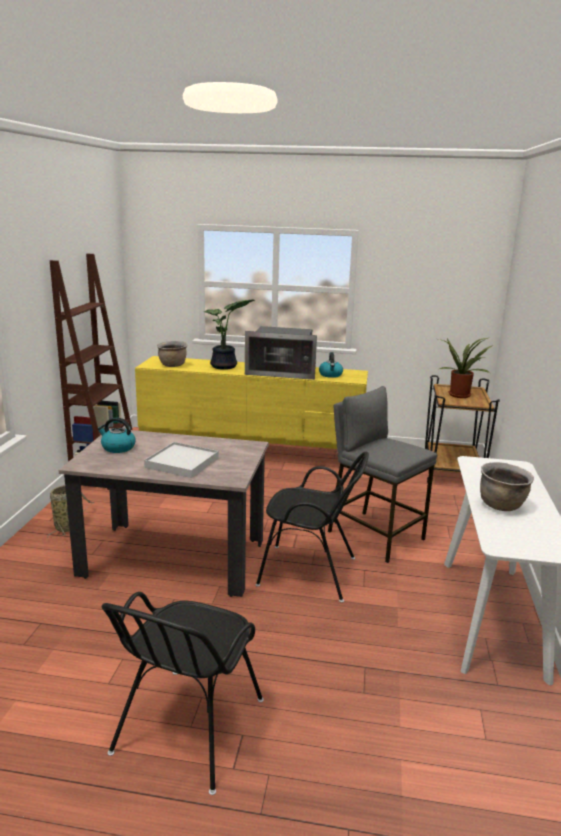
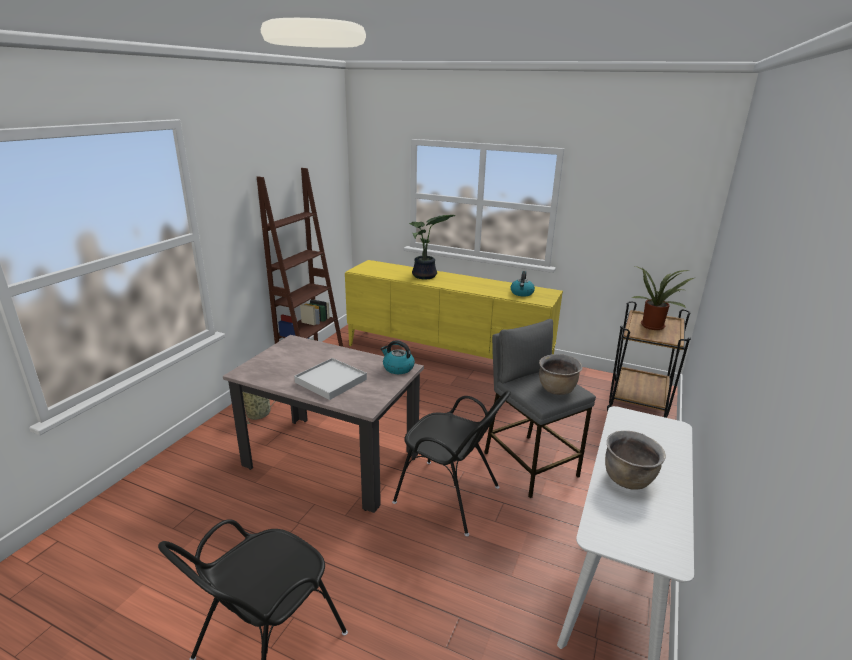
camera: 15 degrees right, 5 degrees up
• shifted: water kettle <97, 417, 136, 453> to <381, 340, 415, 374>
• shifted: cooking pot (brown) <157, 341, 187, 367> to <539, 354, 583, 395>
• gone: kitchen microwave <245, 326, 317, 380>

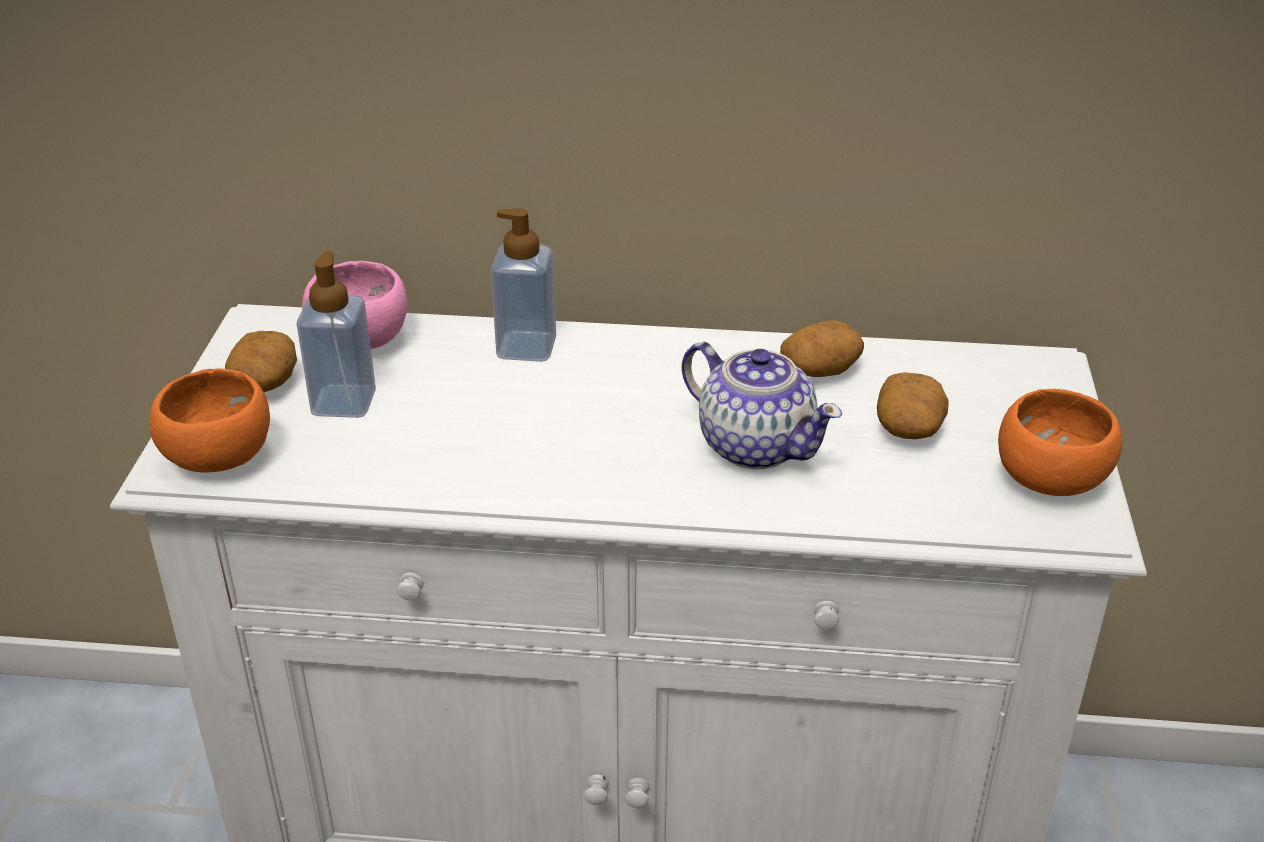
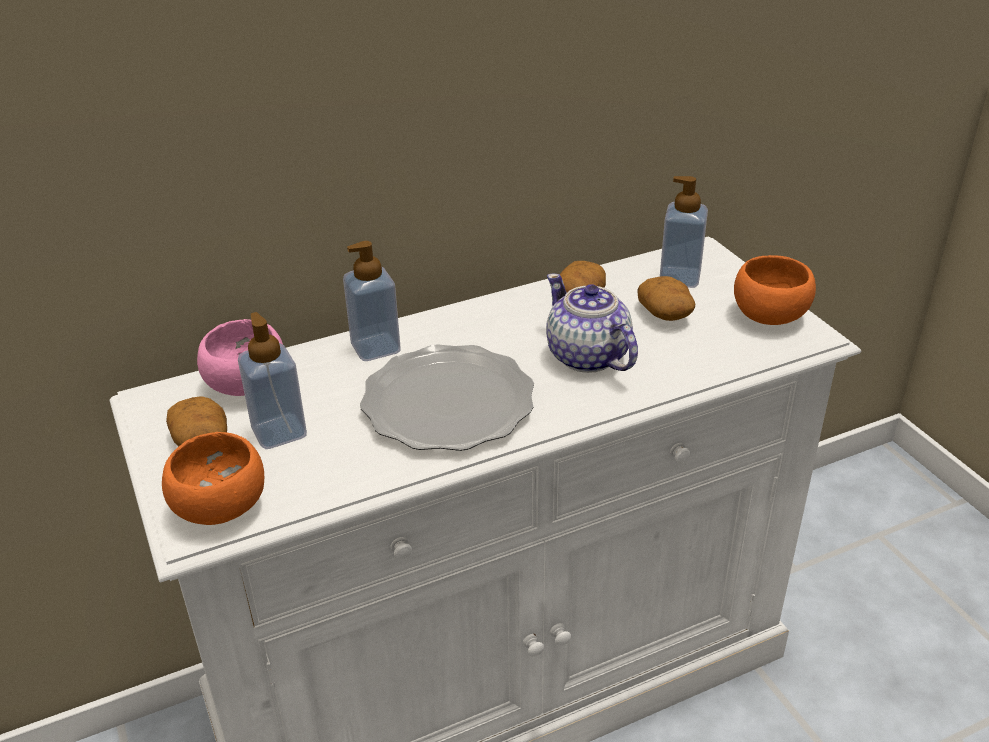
camera: 30 degrees left, 0 degrees up
• rotated: tea pot <682, 342, 842, 469> = <546, 274, 638, 373> 135 degrees counterclockwise
• new: flat dish <360, 344, 534, 451>
• new: liquid soap bottle <660, 176, 708, 288>

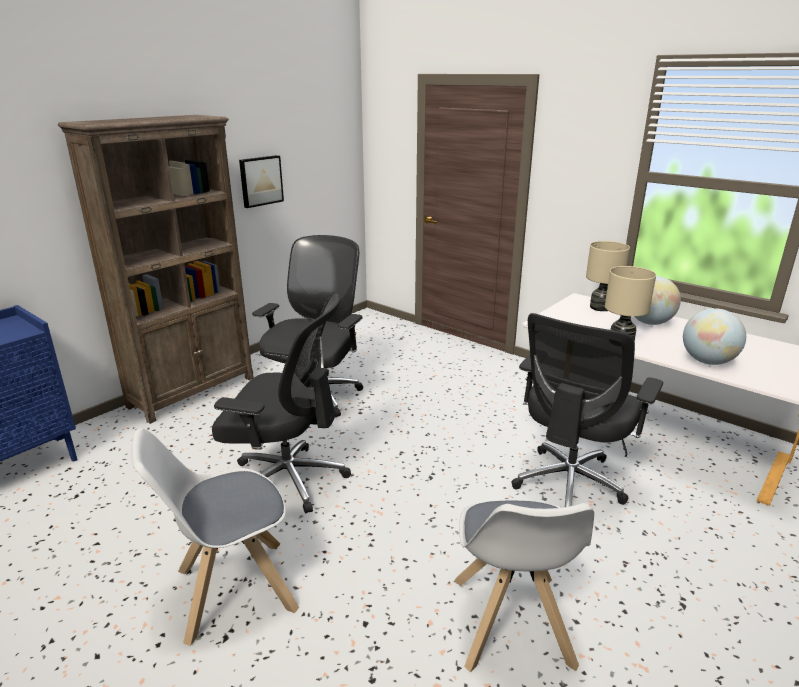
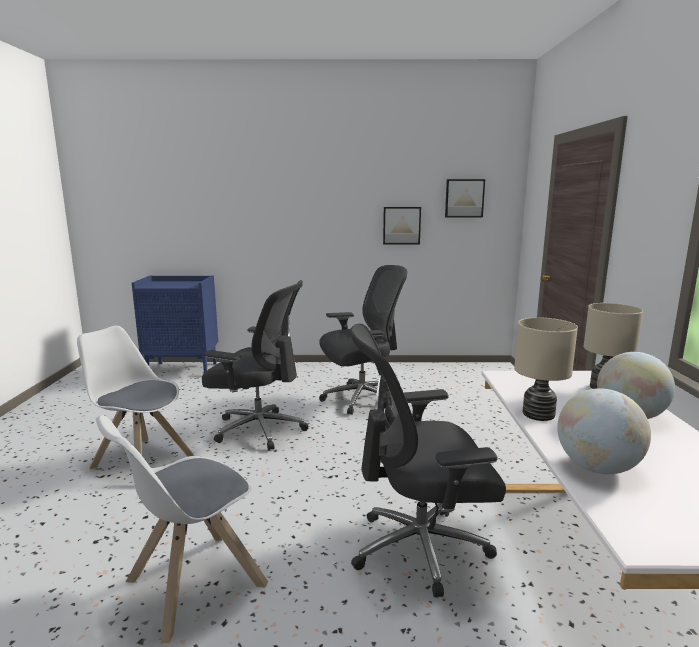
camera: 50 degrees right, 10 degrees down
• gone: bookcase (brown) <58, 115, 254, 424>
• rotated: office chair <212, 292, 351, 513> = <202, 280, 308, 450> 45 degrees counterclockwise
• new: wall art <445, 179, 485, 218>

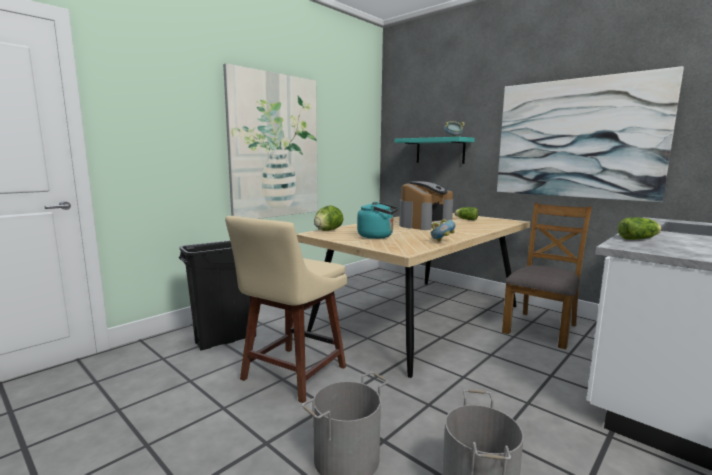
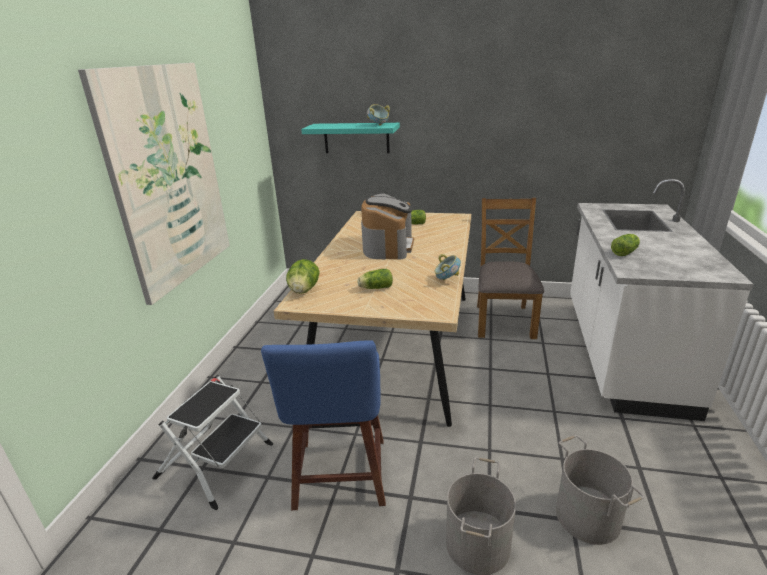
camera: 30 degrees left, 15 degrees up
• swapped: rubbish bin (black) <179, 240, 256, 350> to step ladder <152, 375, 273, 510>
• repainted: stool (beige-coloured) <225, 216, 347, 403> to stool (blue-coloured) <261, 340, 386, 510>
• swapped: water kettle (turquoise-coloured) <357, 202, 398, 239> to head of lettuce <357, 269, 393, 289>
• gone: wall art <497, 66, 684, 203>

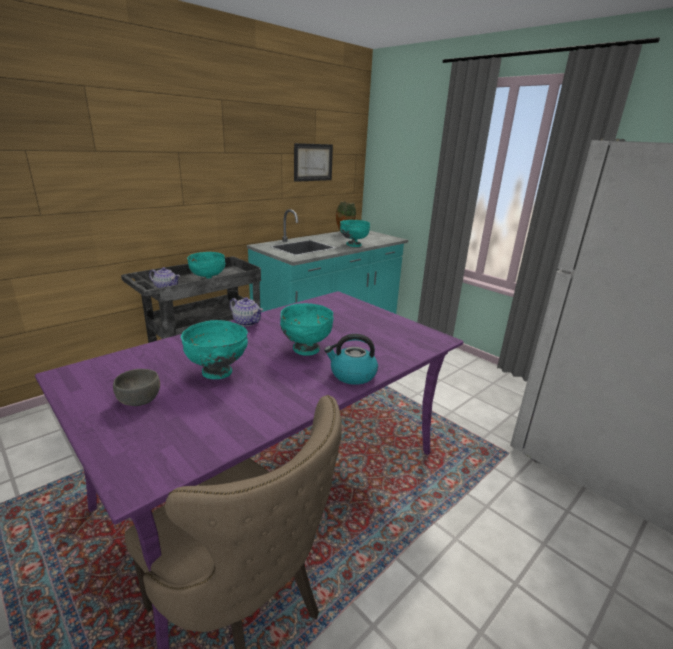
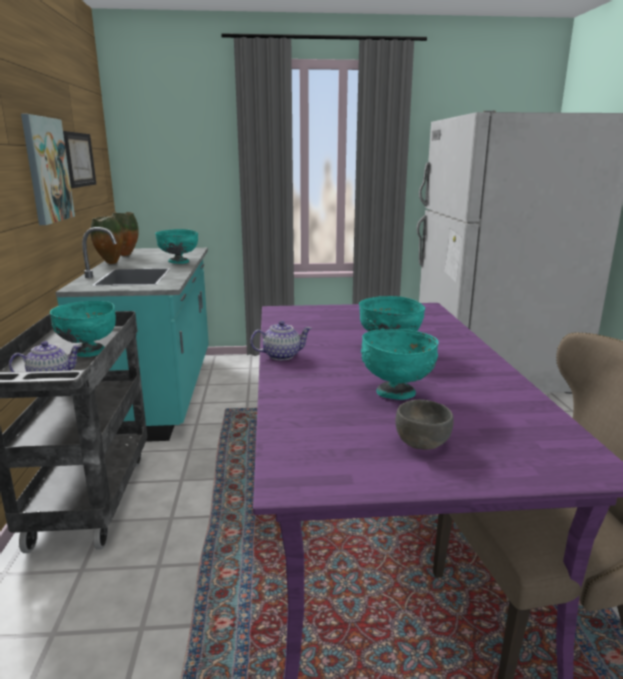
camera: 50 degrees left, 5 degrees down
• gone: water kettle <324, 334, 378, 385>
• new: wall art <21, 114, 75, 225>
• new: flower vase <90, 216, 123, 264>

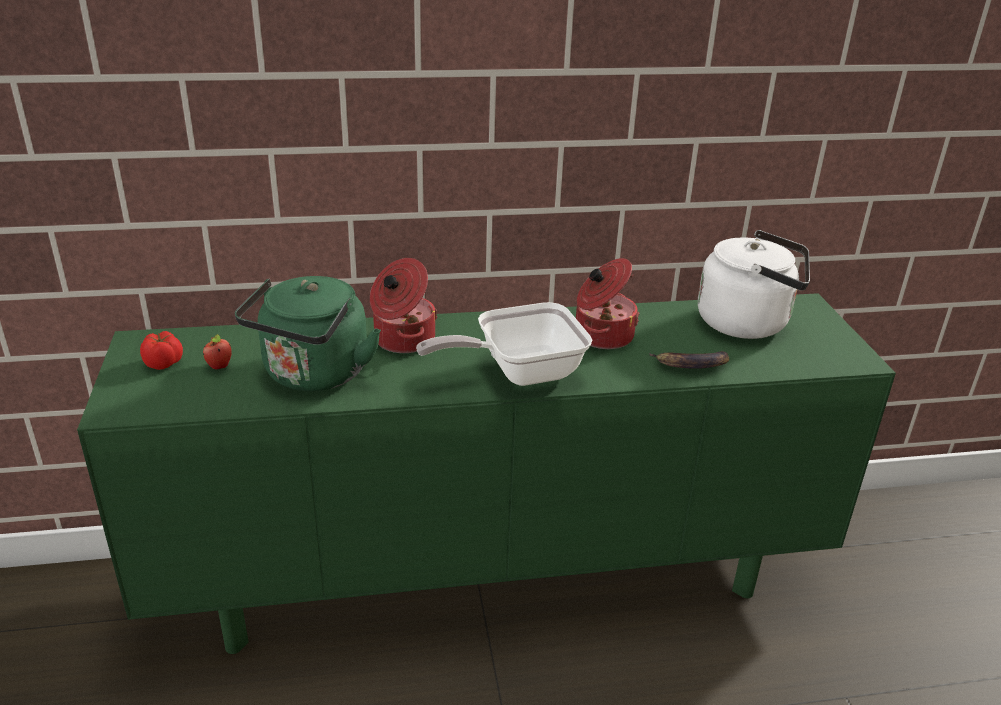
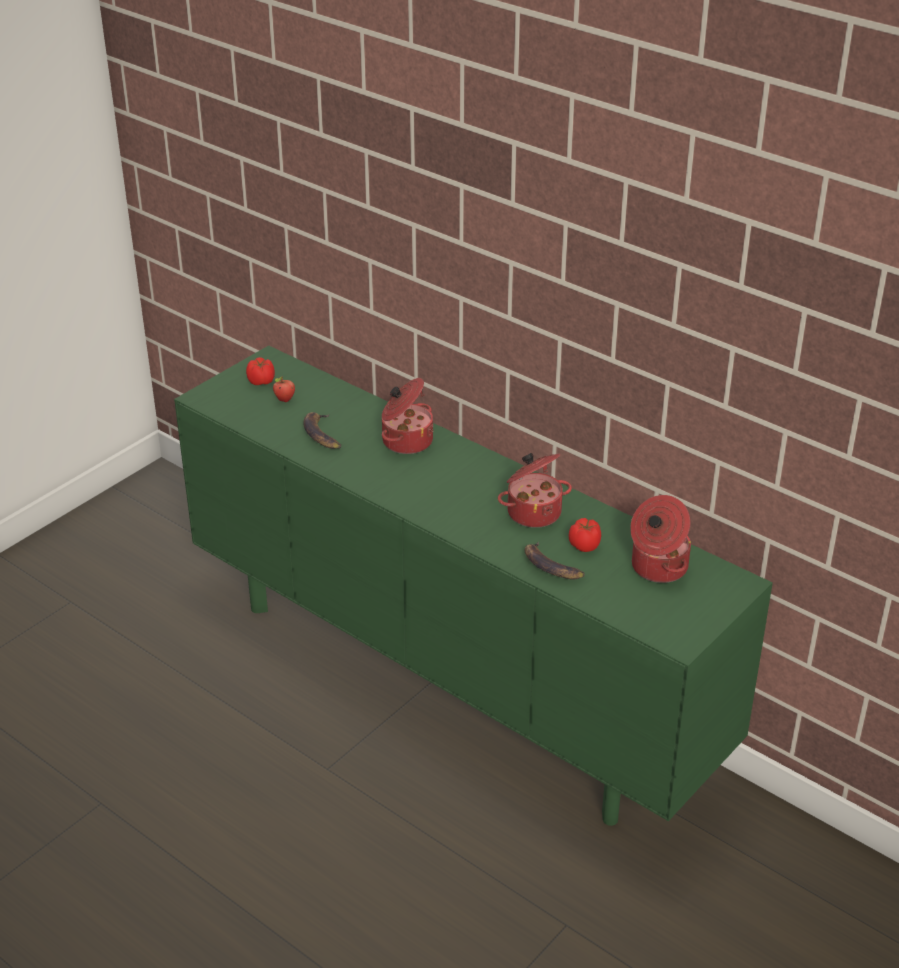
camera: 50 degrees right, 5 degrees up
• swapped: water kettle (green) <235, 276, 381, 391> to banana <303, 412, 341, 449>
• gone: pan <416, 302, 592, 386>
• swapped: water kettle (white) <698, 230, 810, 339> to cooking pot <630, 495, 691, 583>
• new: whole tomato <569, 518, 601, 552>

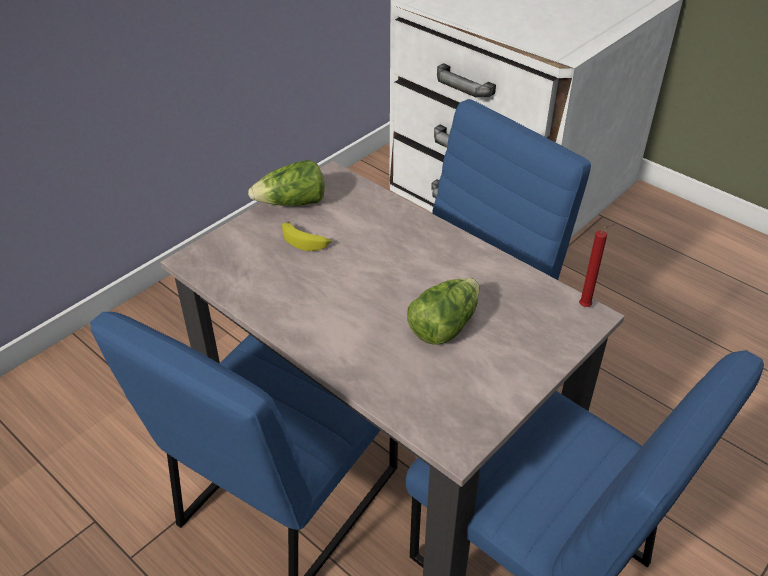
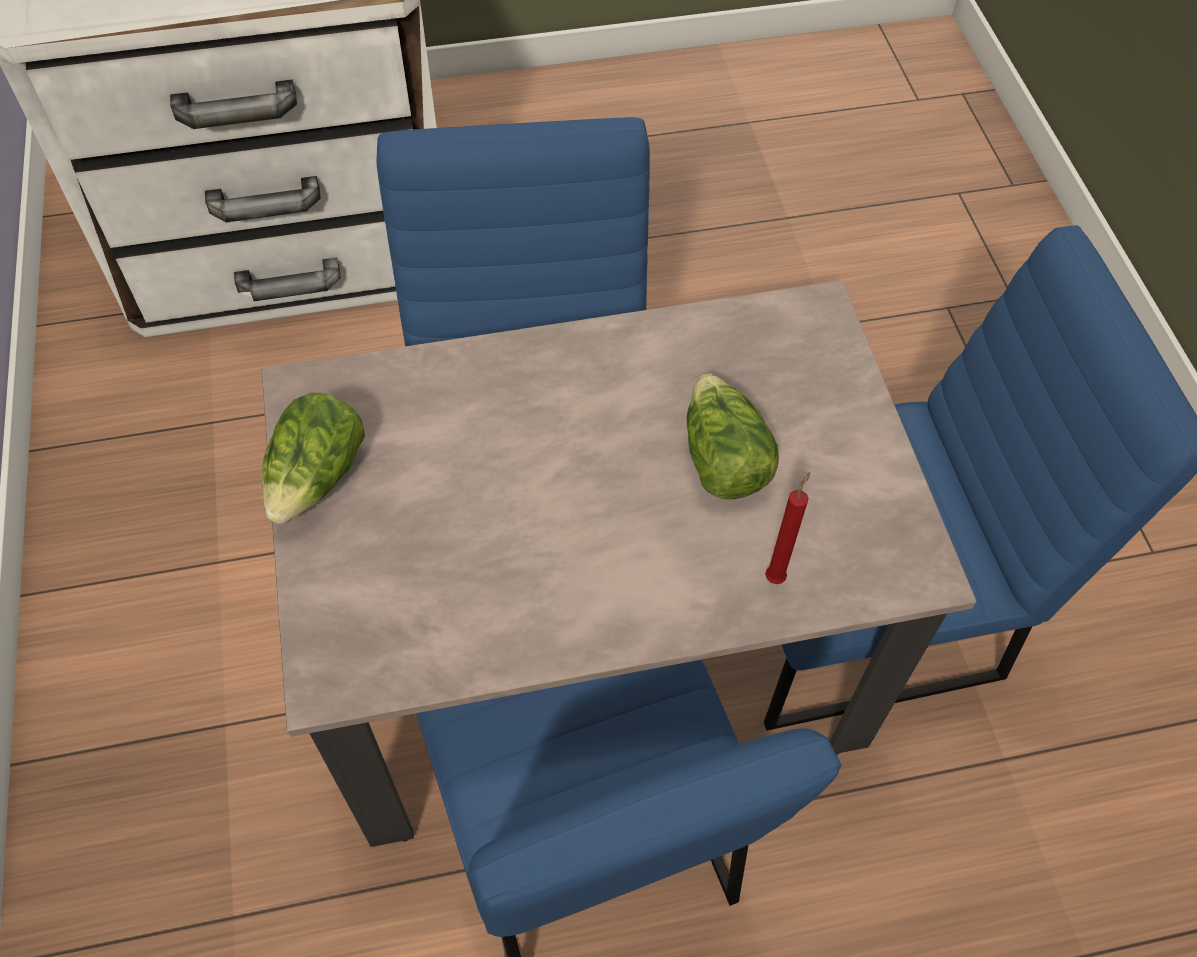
camera: 55 degrees left, 15 degrees up
• gone: banana <282, 221, 331, 251>
• shifted: candle (red) <579, 223, 615, 307> to <765, 472, 810, 584>

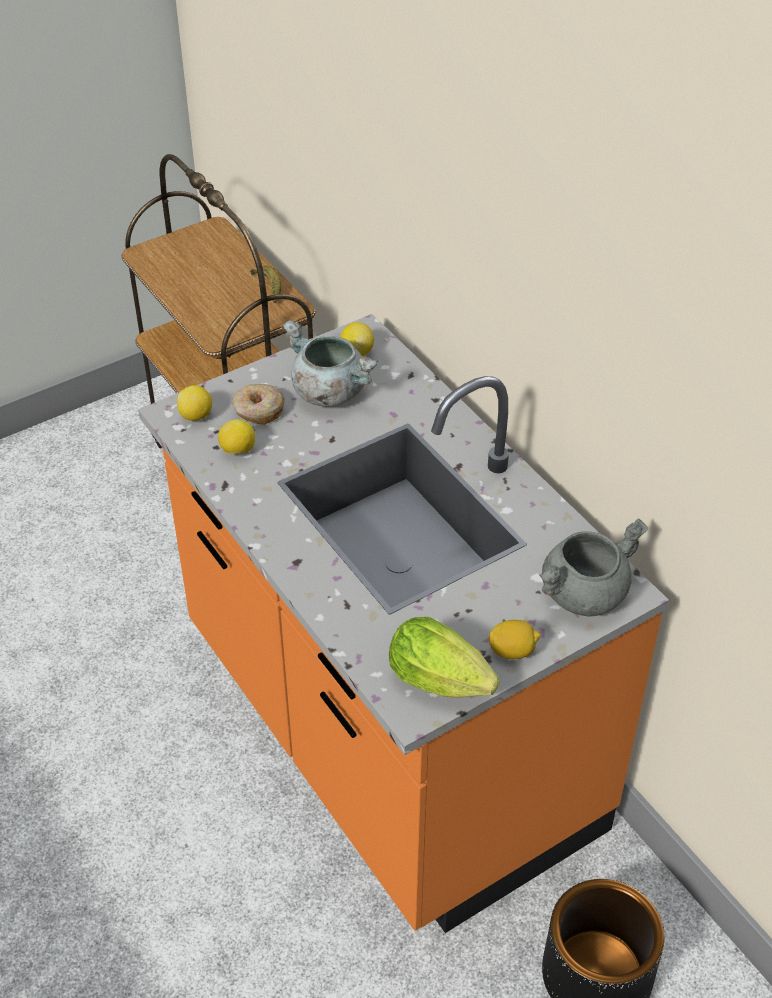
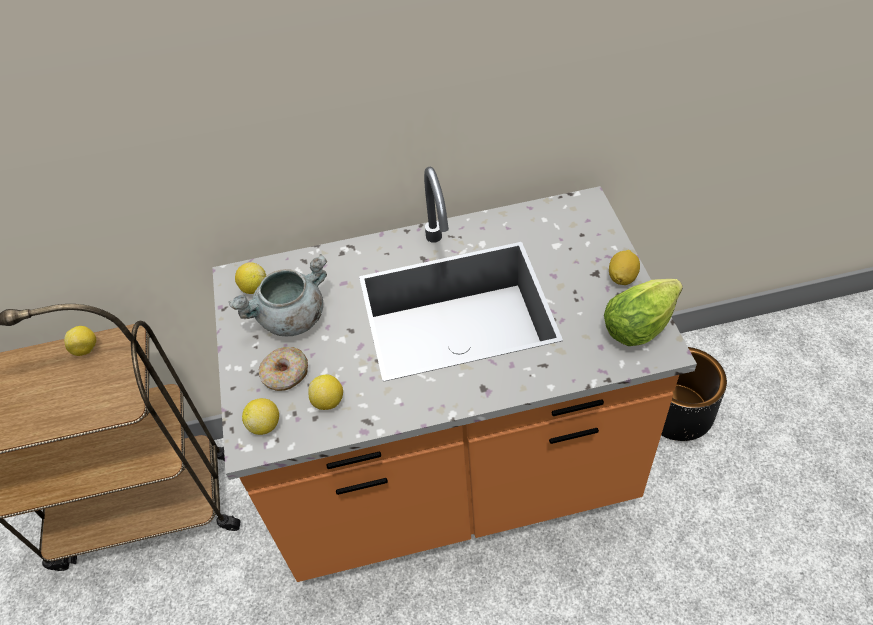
camera: 65 degrees left, 5 degrees up
• swapped: banana <250, 265, 281, 303> to lemon <64, 326, 97, 356>
• gone: cooking pot (greyish) <540, 518, 648, 617>

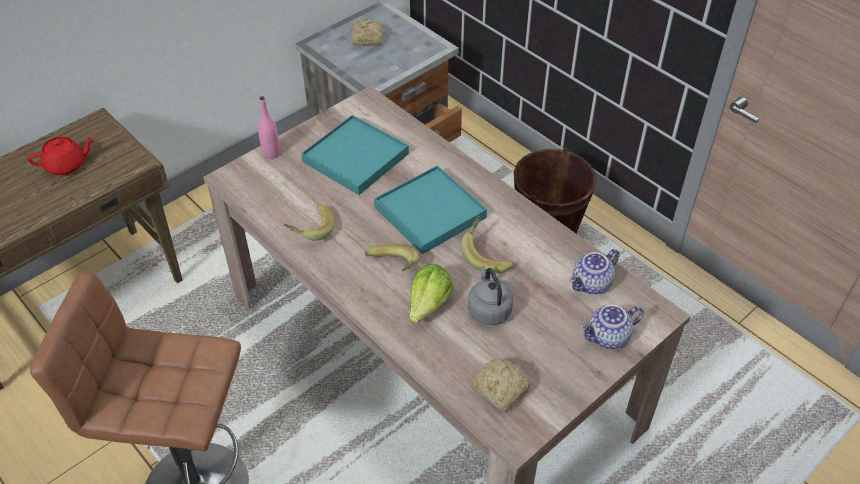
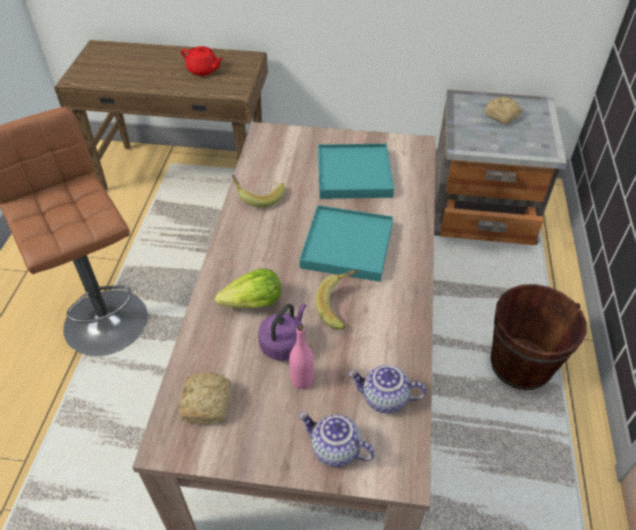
camera: 50 degrees right, 0 degrees up
• shifted: beverage bottle (pink) <258, 96, 280, 159> to <289, 325, 314, 389>
• gone: banana <365, 244, 420, 271>
• repainted: water kettle (greyish) <468, 266, 513, 325> to water kettle (purplish) <258, 303, 306, 361>

